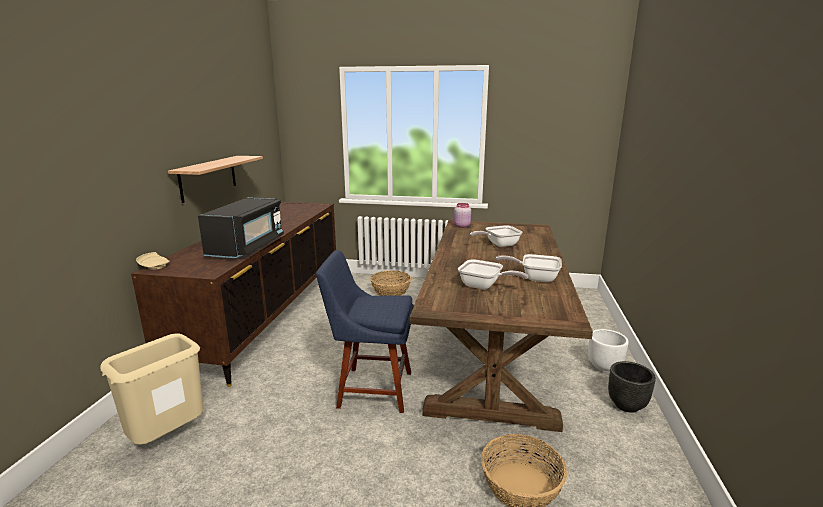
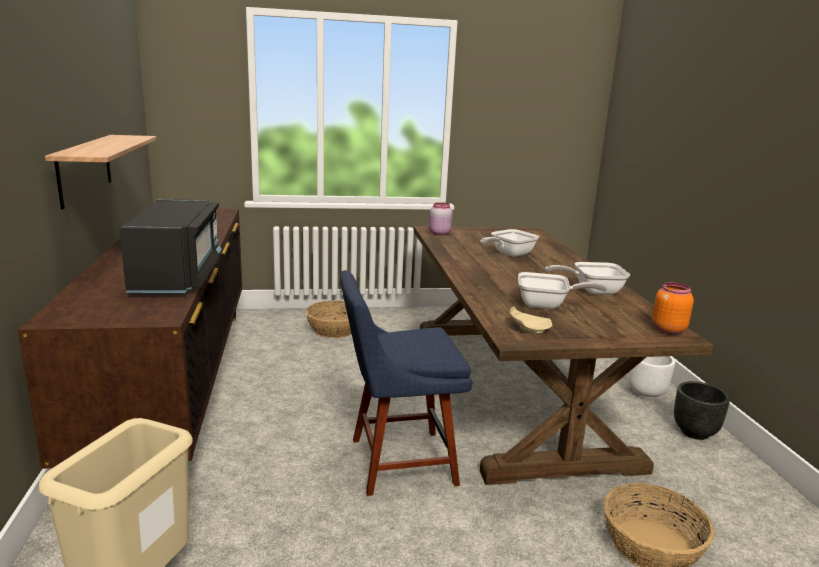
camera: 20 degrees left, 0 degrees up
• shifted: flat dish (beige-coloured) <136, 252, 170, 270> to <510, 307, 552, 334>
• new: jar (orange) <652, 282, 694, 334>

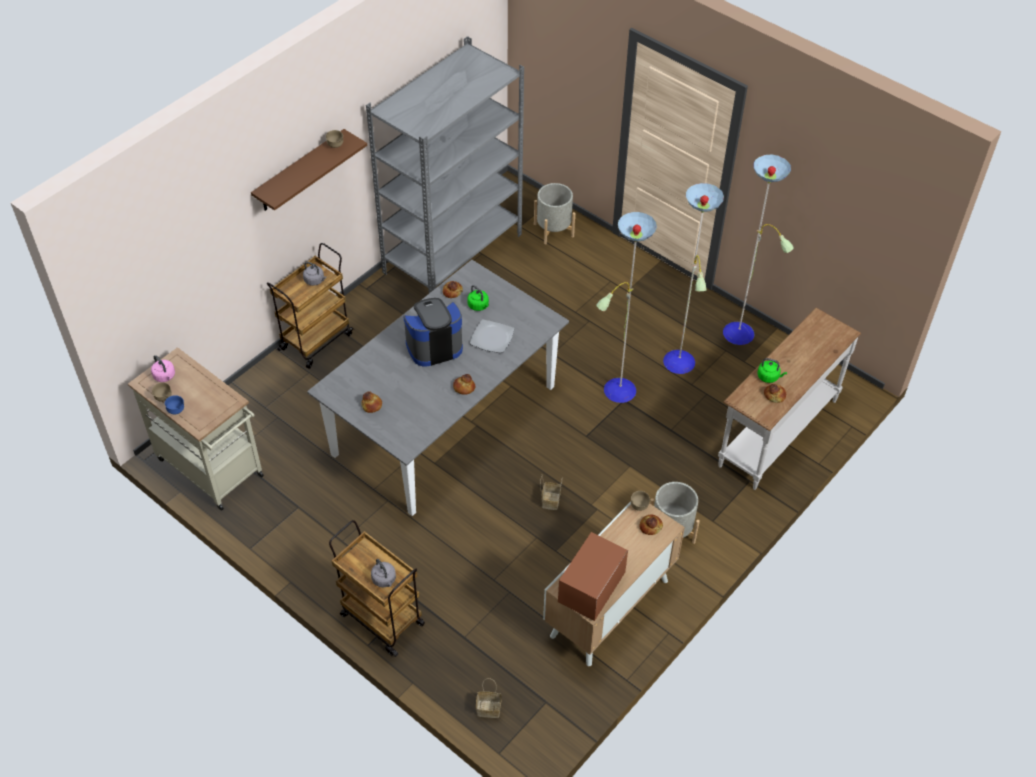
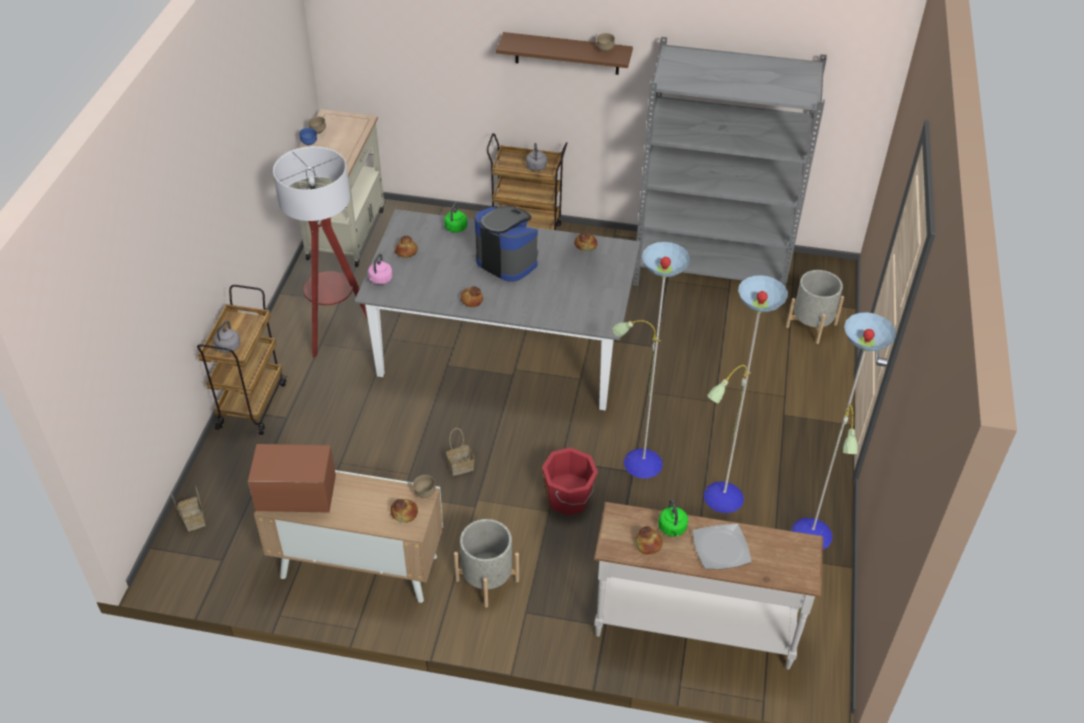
camera: 60 degrees right, 5 degrees down
• shifted: water kettle (pink) <151, 355, 175, 382> to <368, 253, 393, 285>
• shifted: water kettle (green) <467, 285, 489, 311> to <444, 202, 467, 232>
• shifted: flat dish <470, 319, 514, 353> to <693, 524, 752, 569>
• new: standing lamp <273, 146, 367, 358>
• new: bucket (red) <542, 447, 598, 515>

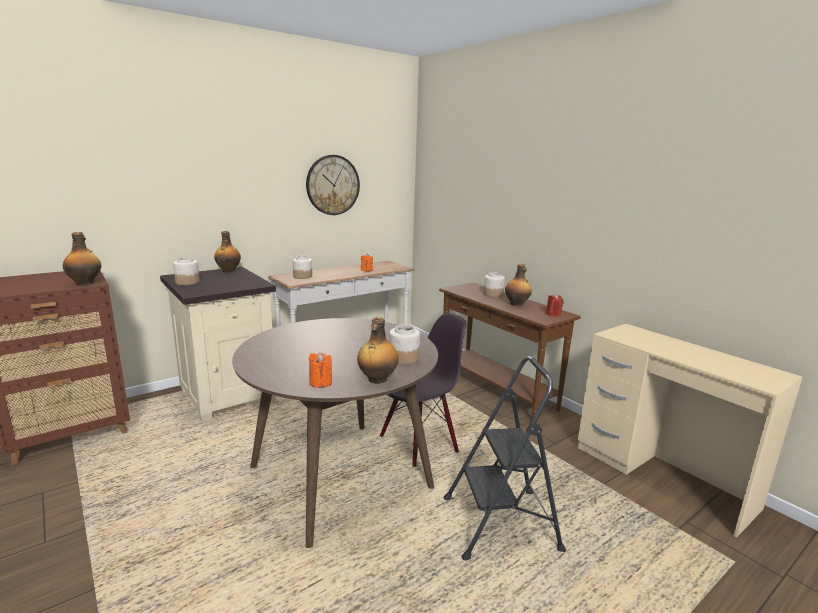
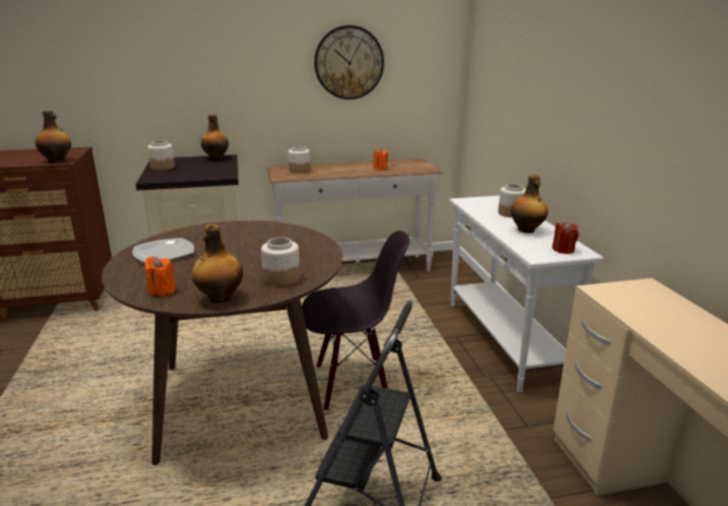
camera: 25 degrees right, 5 degrees up
• repainted: hall table (brown) <439, 283, 581, 421> to hall table (white) <449, 195, 604, 393>
• new: flat dish <132, 238, 194, 263>

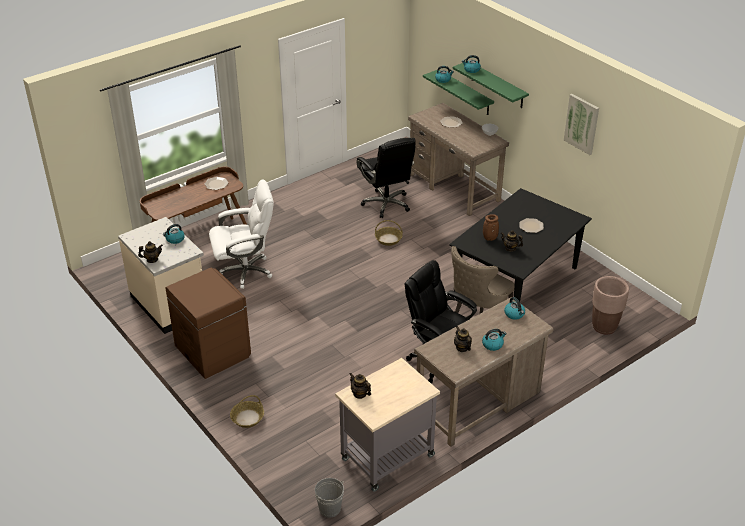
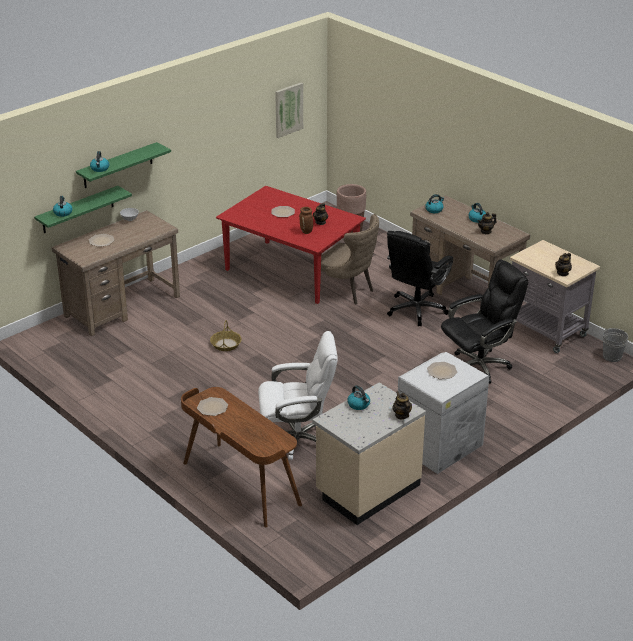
camera: 95 degrees left, 5 degrees down
• repainted: washing machine (brown) <165, 268, 251, 379> to washing machine (white) <398, 352, 489, 474>
• rotated: office chair (white) <209, 180, 274, 289> = <258, 331, 338, 460> 105 degrees clockwise
• gone: basket <230, 395, 264, 428>
• shifted: office chair (black) <357, 138, 416, 218> to <441, 260, 528, 384>
• repainted: dining table (black) <449, 188, 592, 302> to dining table (red) <216, 186, 366, 304>
• shifted: wall art <564, 94, 599, 155> to <275, 83, 303, 138>
• new: flat dish <427, 362, 457, 379>

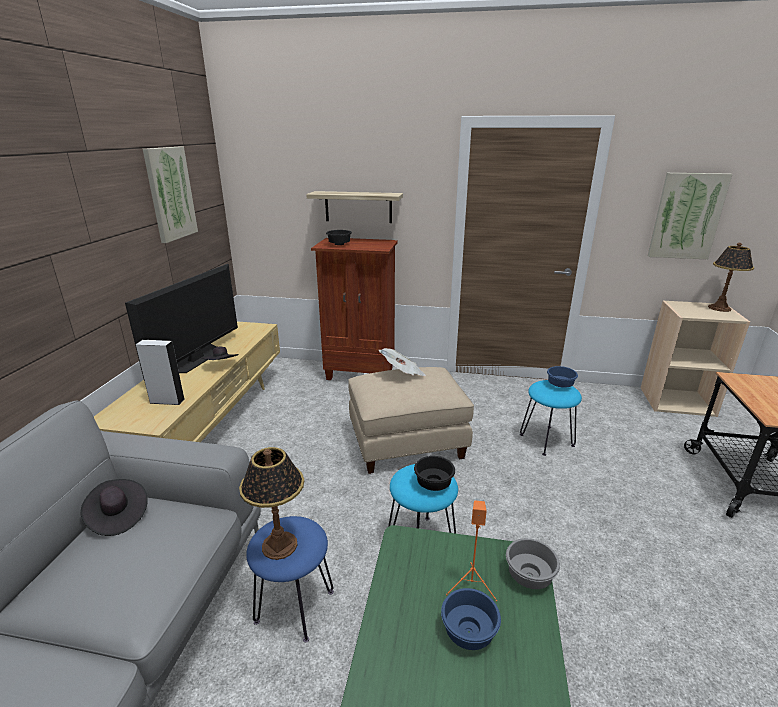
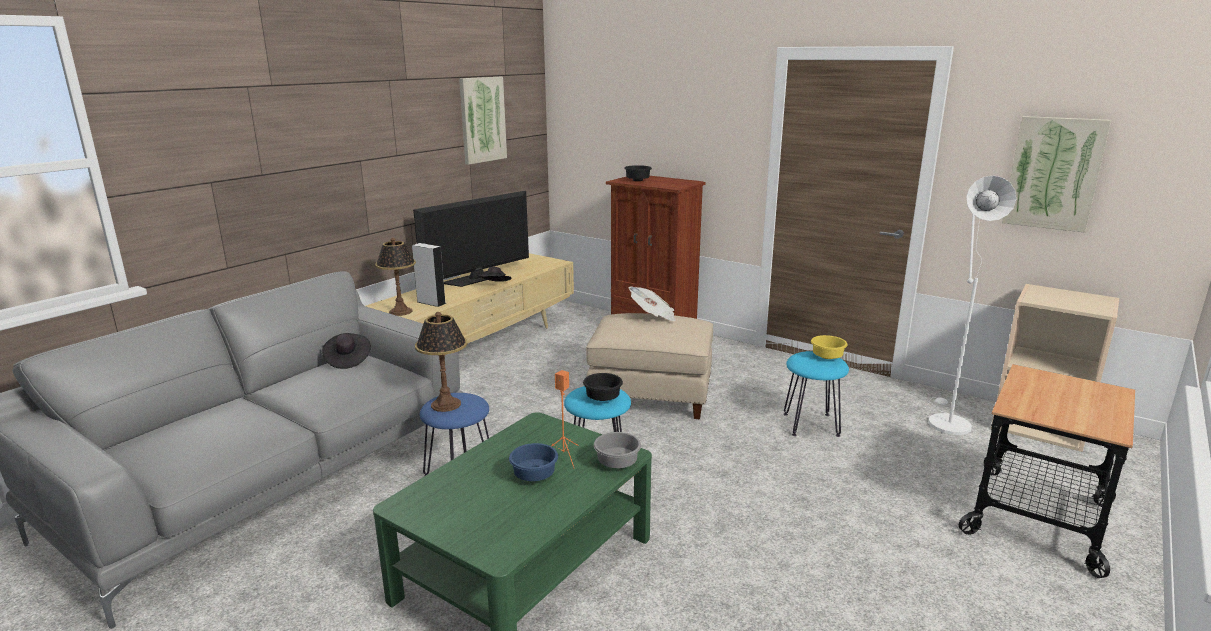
camera: 25 degrees right, 5 degrees down
• gone: shelf <306, 191, 403, 223>
• repainted: deep dish (blue-coloured) <547, 366, 578, 388> to deep dish (yellowish) <811, 335, 847, 359>
• shifted: table lamp <708, 243, 754, 312> to <375, 238, 416, 316>
• new: standing lamp (white) <928, 176, 1016, 435>

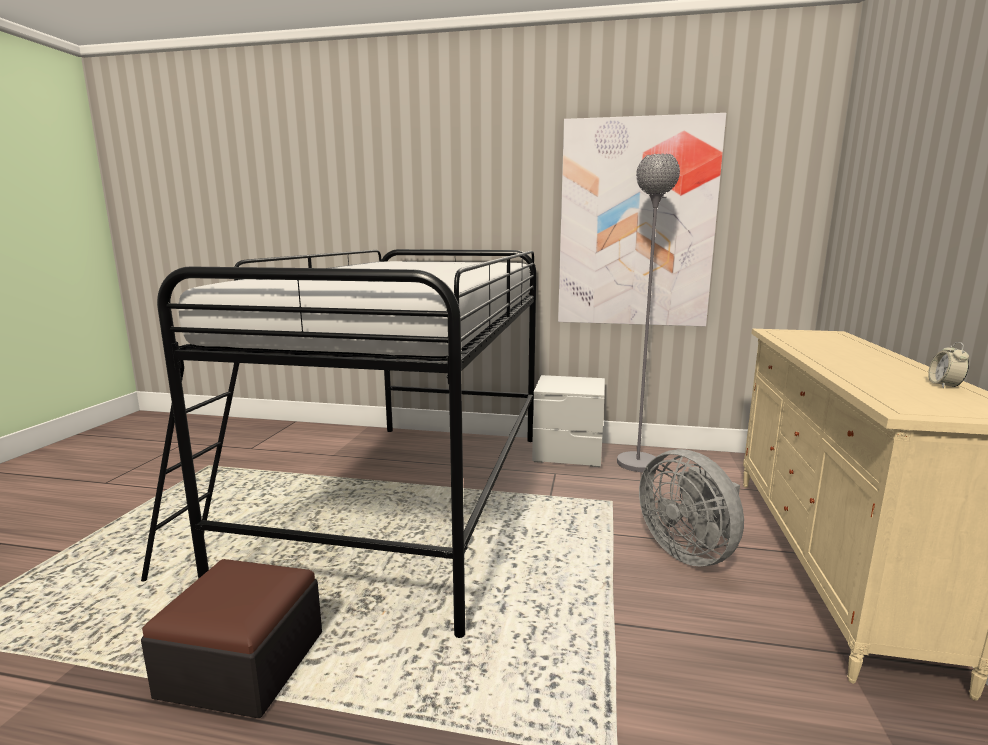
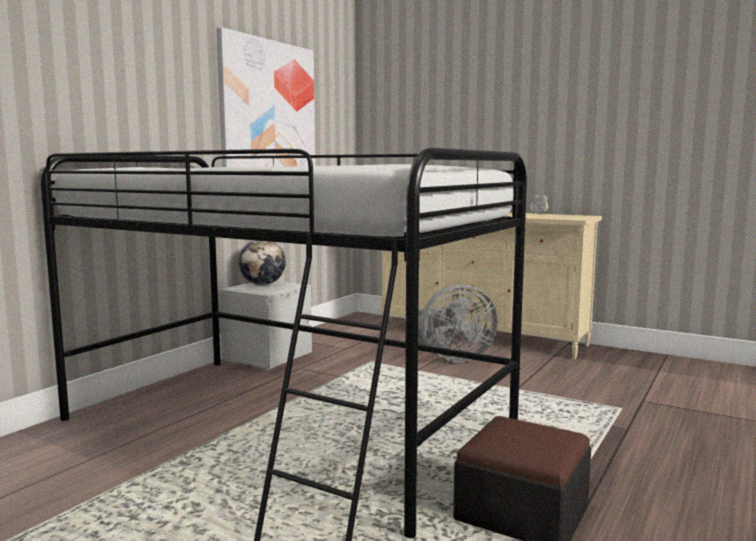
camera: 70 degrees left, 5 degrees down
• gone: standing lamp (greyish) <617, 153, 680, 472>
• new: globe <239, 240, 286, 285>

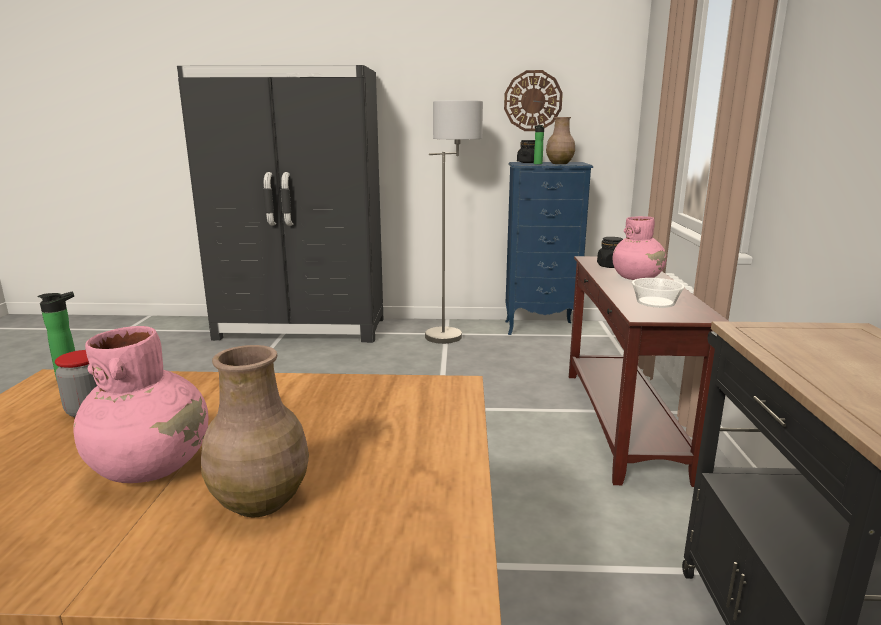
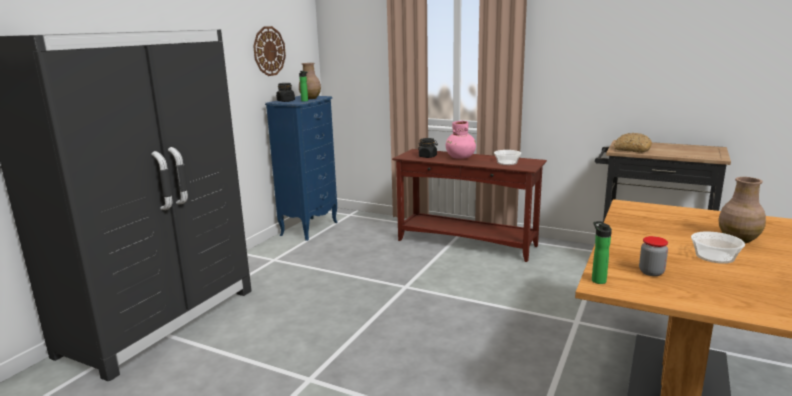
camera: 65 degrees left, 0 degrees up
• swapped: flower vase (pink) <74, 326, 208, 483> to deep dish <691, 232, 745, 264>
• gone: standing lamp (greyish) <425, 100, 483, 344>
• new: bakery bread <614, 133, 652, 153>

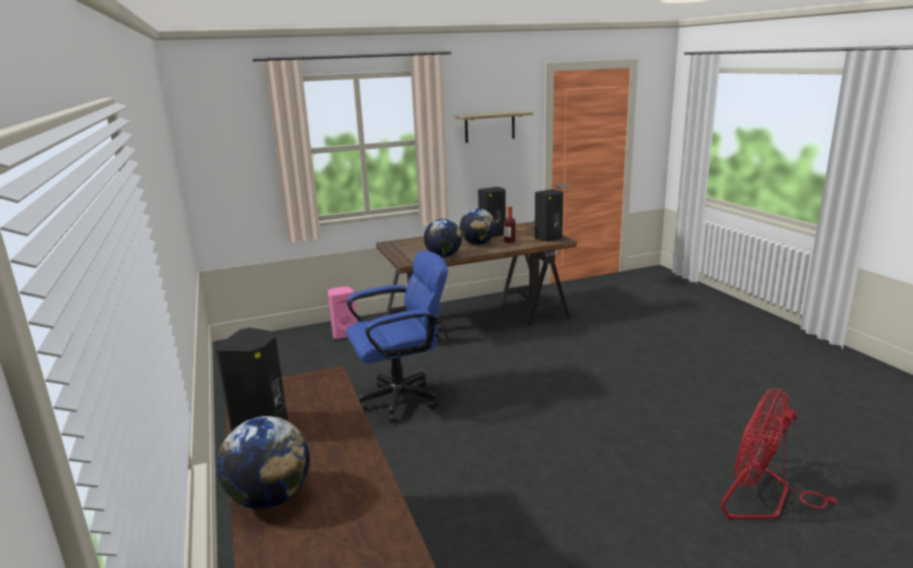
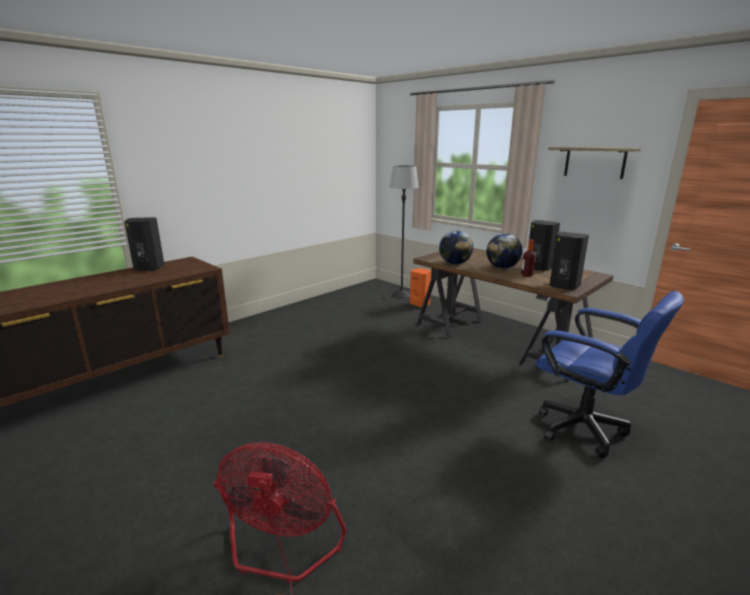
camera: 65 degrees right, 0 degrees up
• gone: globe <217, 416, 310, 509>
• repainted: loudspeaker (pink) <328, 287, 357, 339> to loudspeaker (orange) <410, 268, 431, 307>
• shifted: office chair (blue-coloured) <346, 251, 448, 423> to <536, 291, 684, 458>
• new: standing lamp <389, 165, 419, 299>

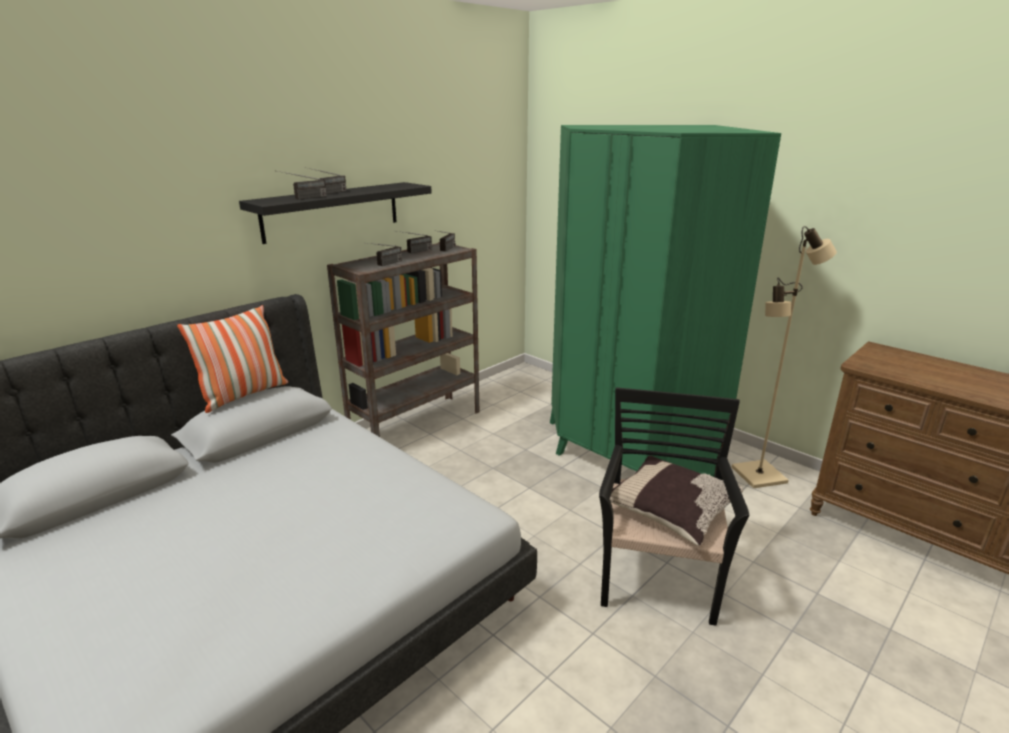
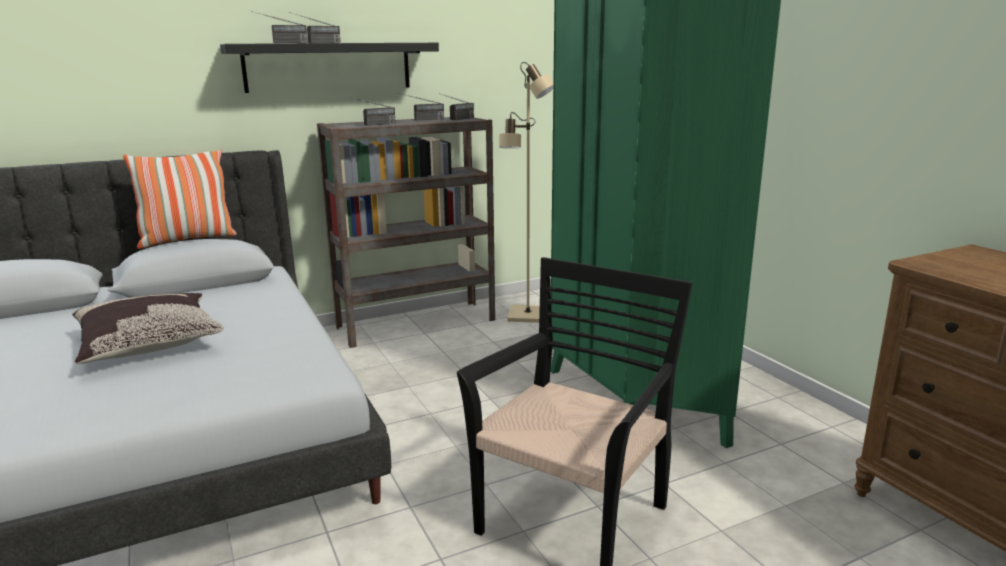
camera: 20 degrees right, 5 degrees down
• shifted: pillow <610, 455, 743, 546> to <72, 293, 224, 364>
• shifted: standing lamp (beige-coloured) <732, 226, 837, 488> to <499, 62, 553, 323>

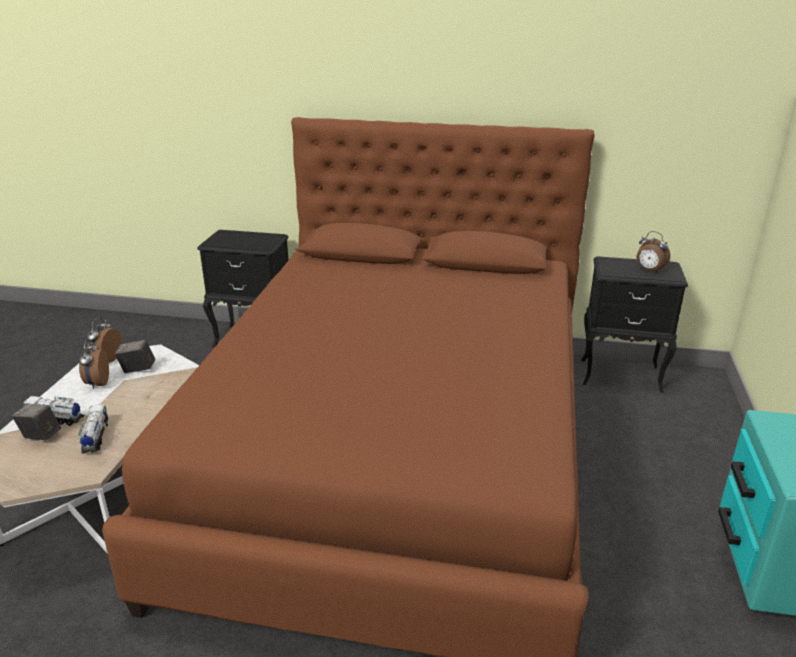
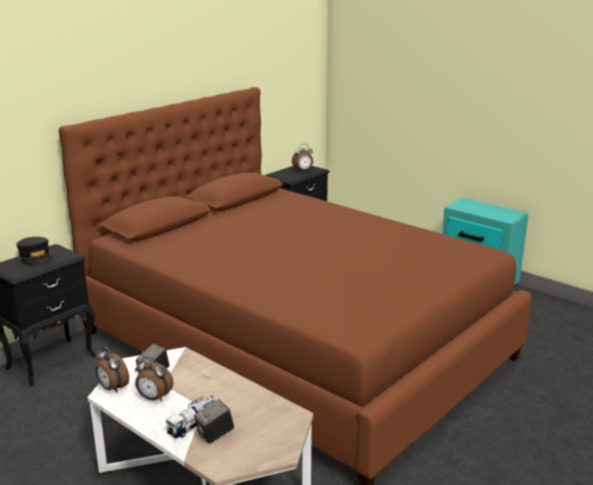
camera: 60 degrees left, 5 degrees down
• gone: toy lorry <78, 404, 108, 454>
• new: peaked cap (black) <16, 237, 52, 267>

